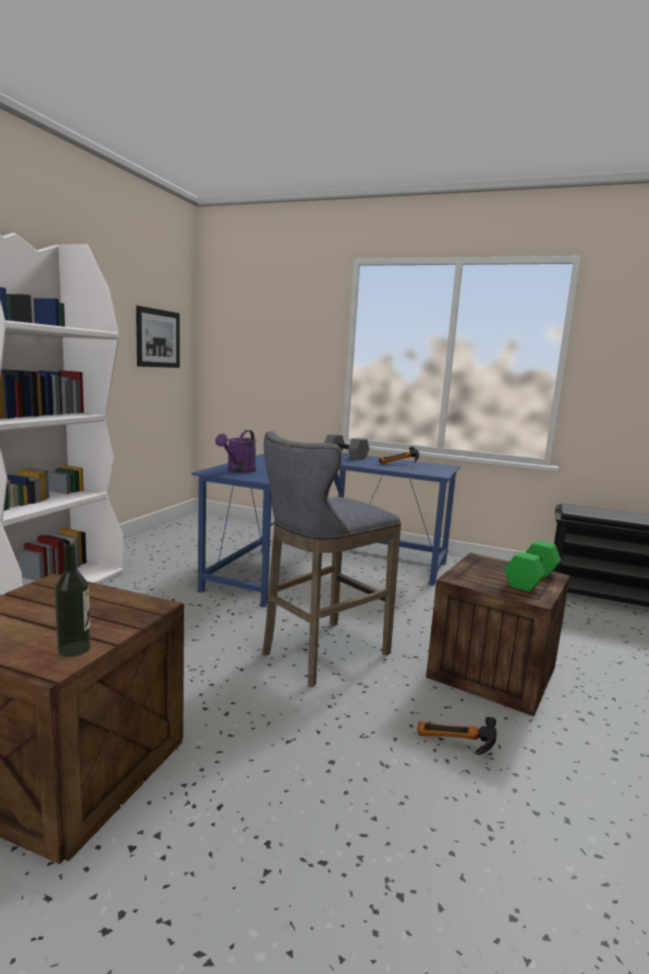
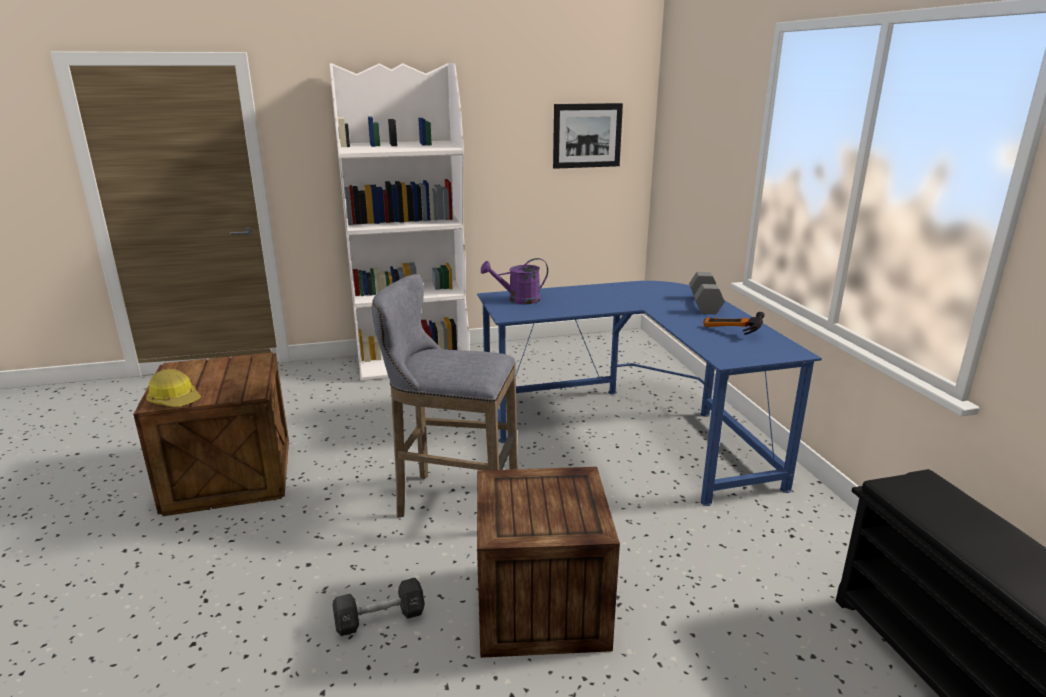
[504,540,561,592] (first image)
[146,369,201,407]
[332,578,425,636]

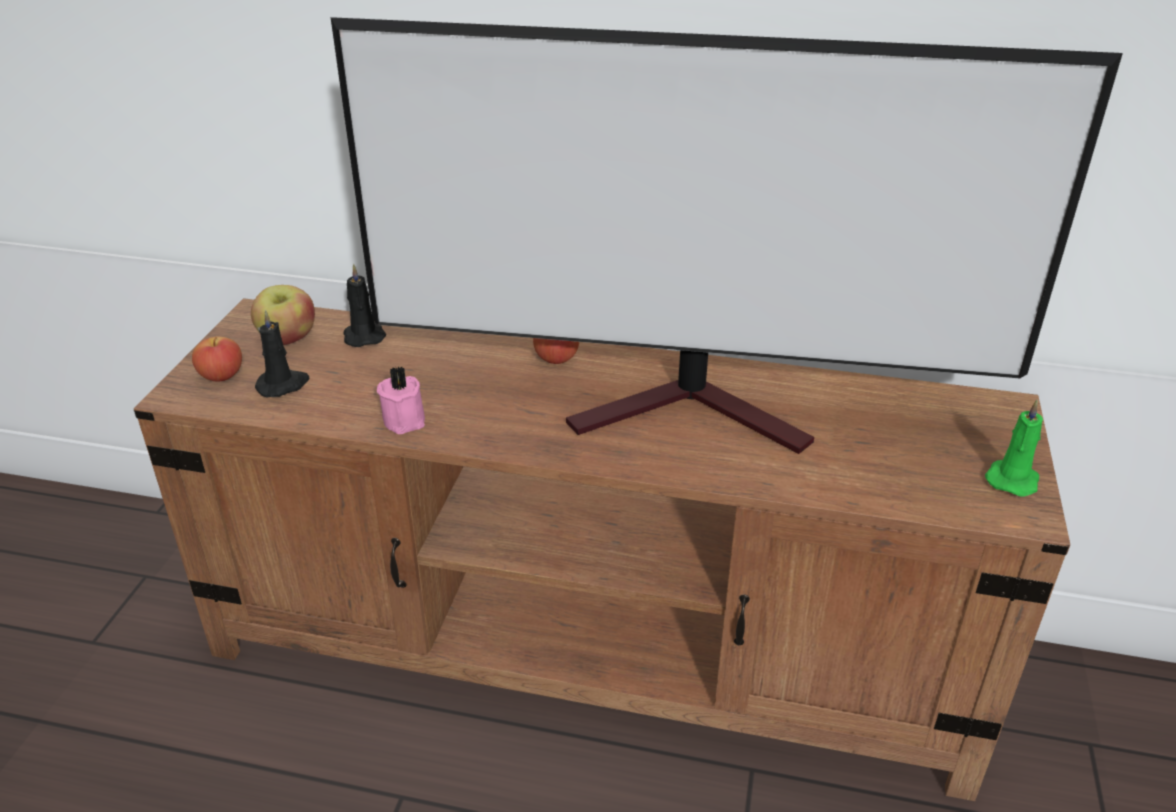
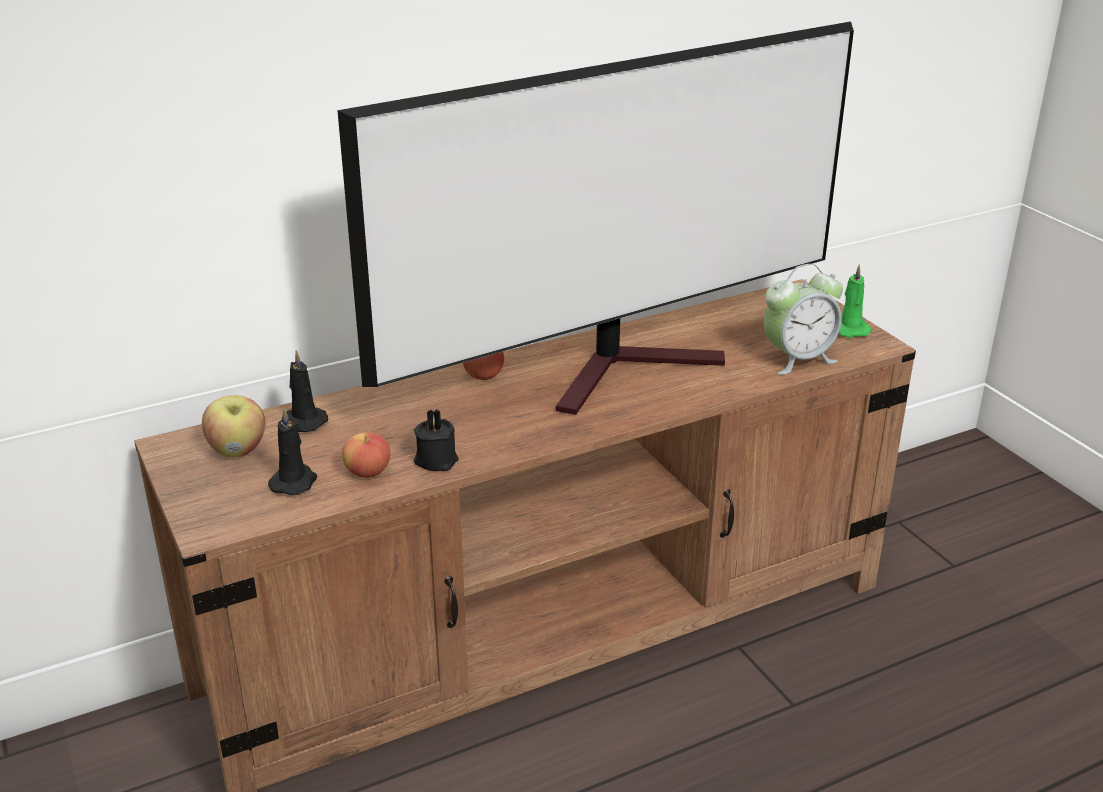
[342,431,390,478]
[414,409,459,471]
[764,264,843,375]

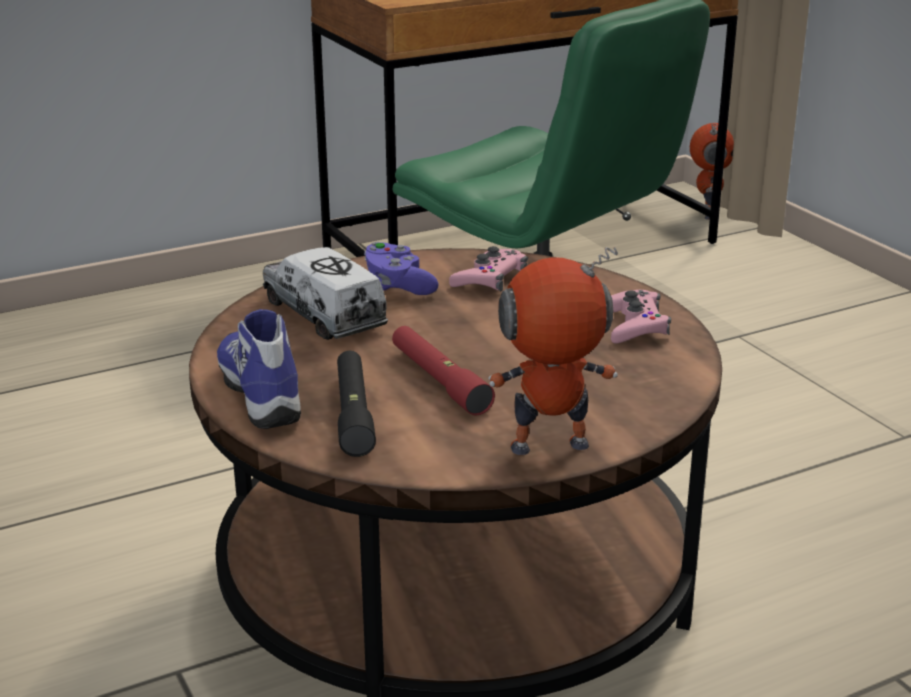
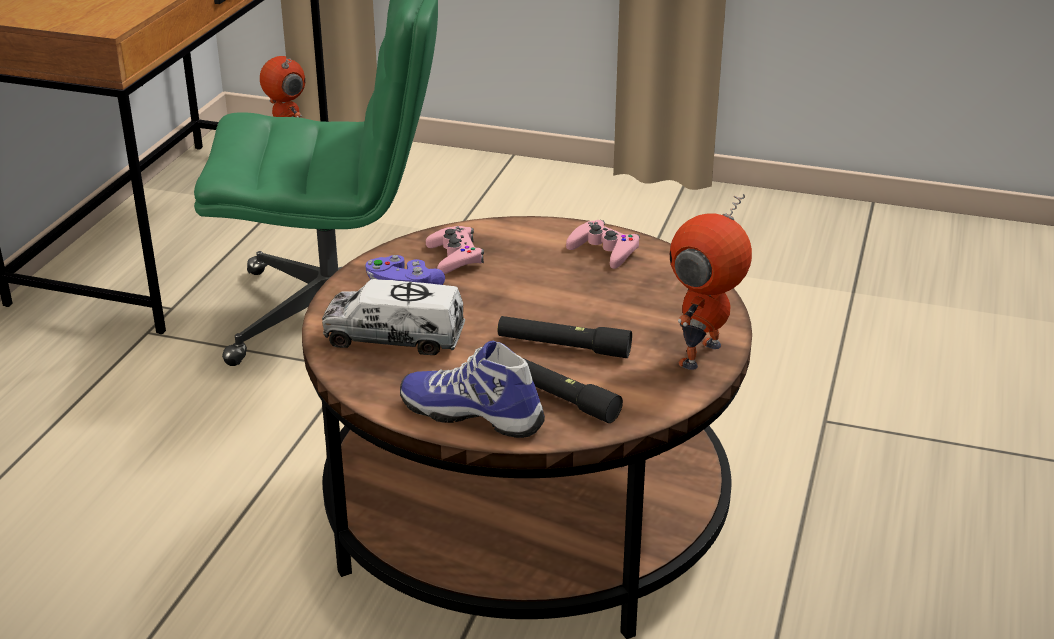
[498,316,632,358]

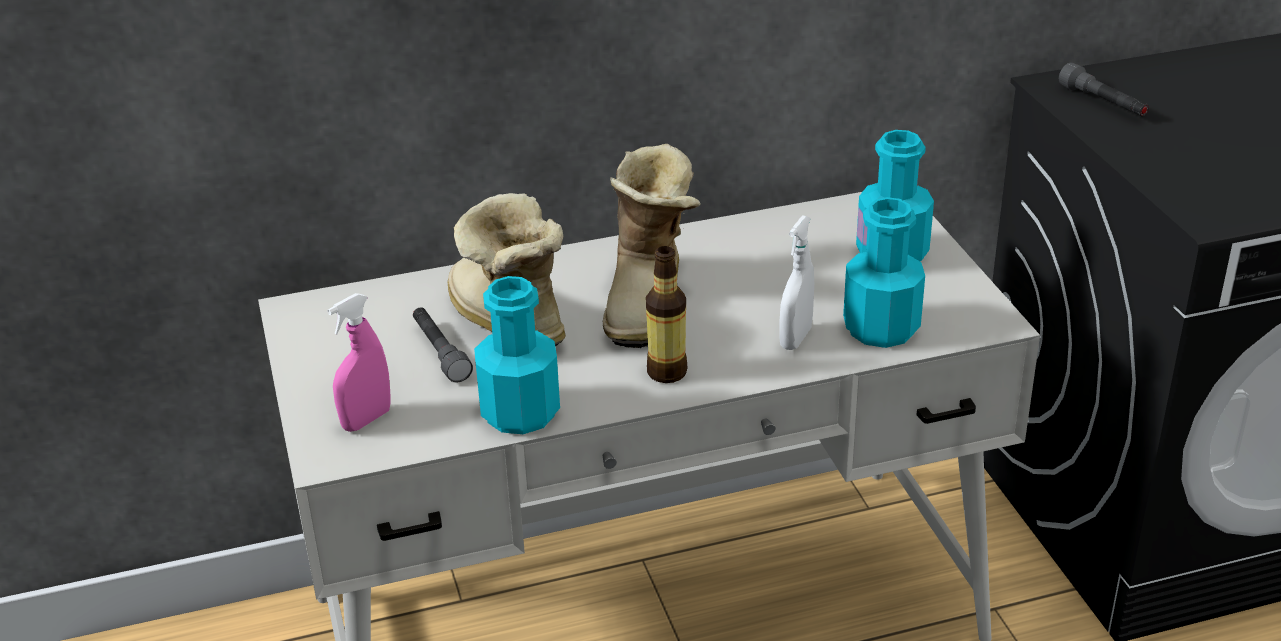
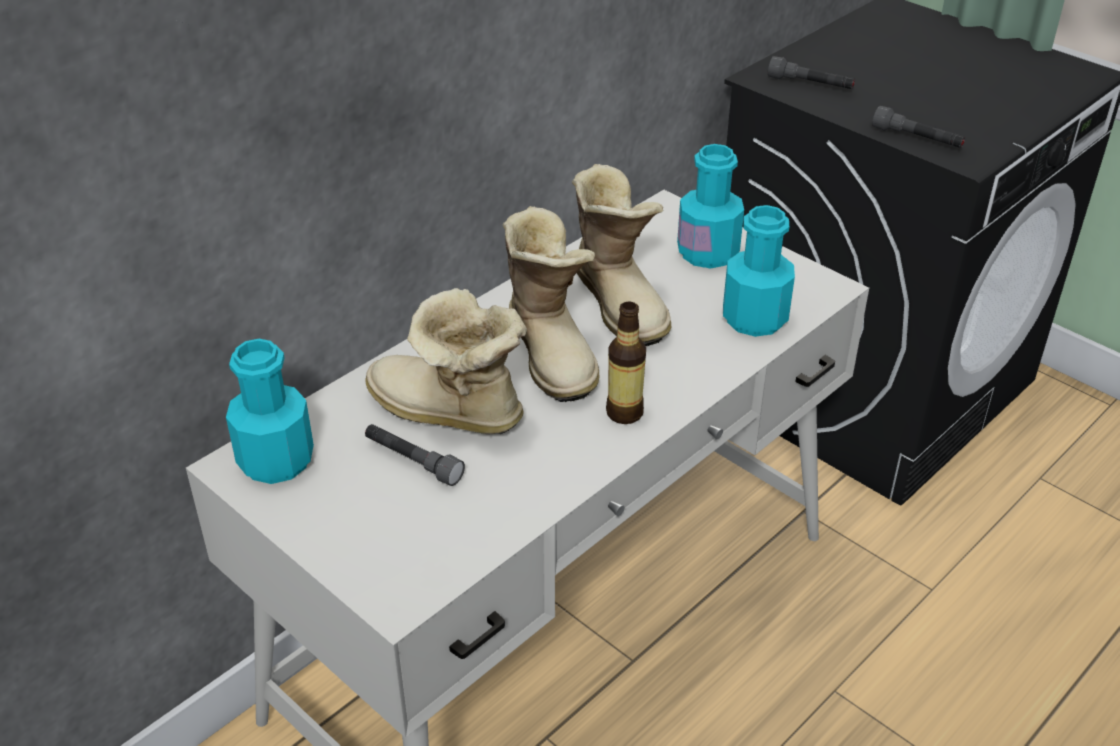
[780,215,814,350] (first image)
[226,339,314,484]
[327,293,391,432] (first image)
[872,106,965,148]
[572,164,671,346]

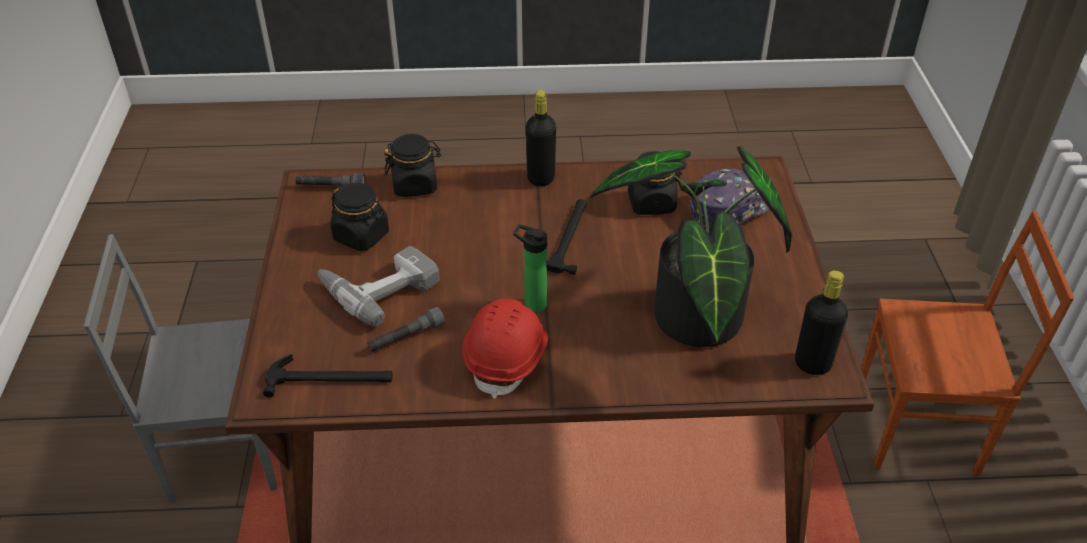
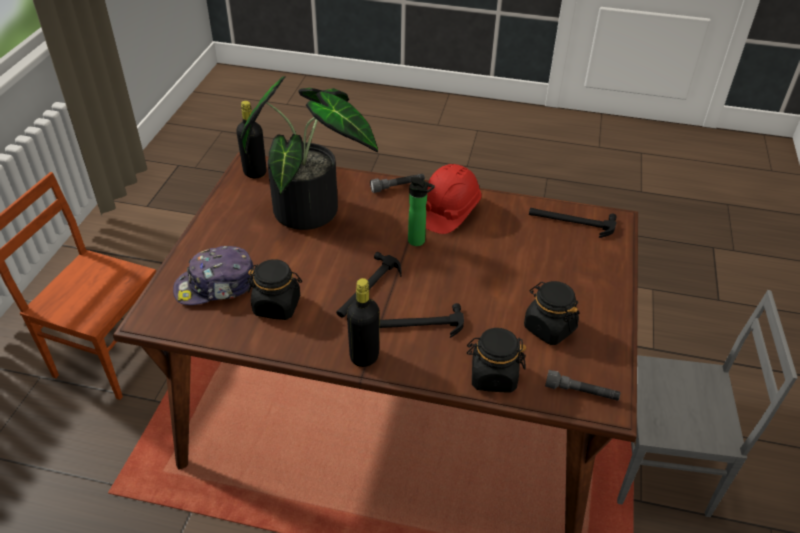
[318,246,440,327] (first image)
[370,174,425,193]
[379,303,464,338]

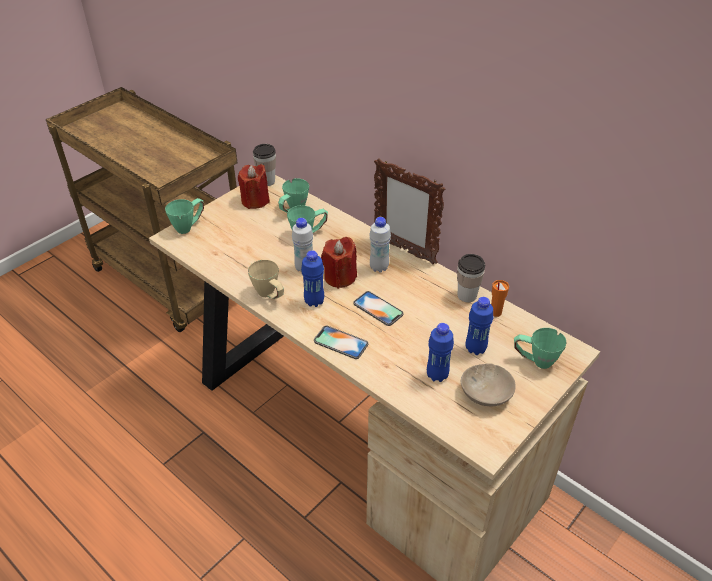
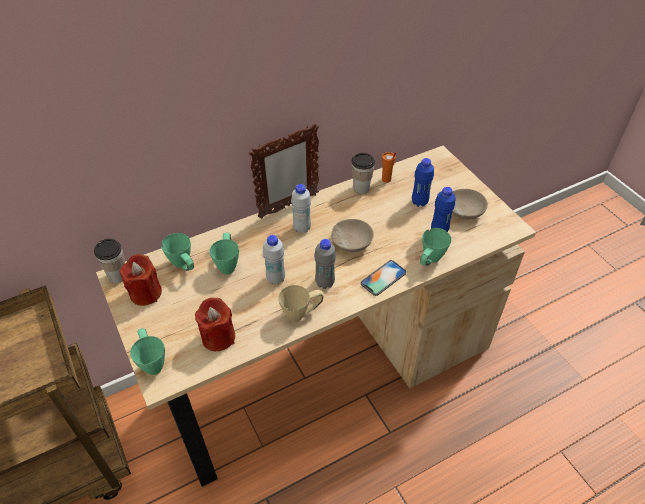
[195,298,235,351]
[314,239,336,289]
[331,219,374,252]
[420,228,451,266]

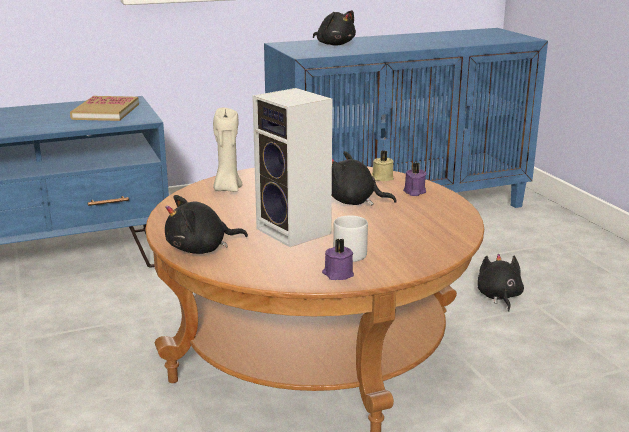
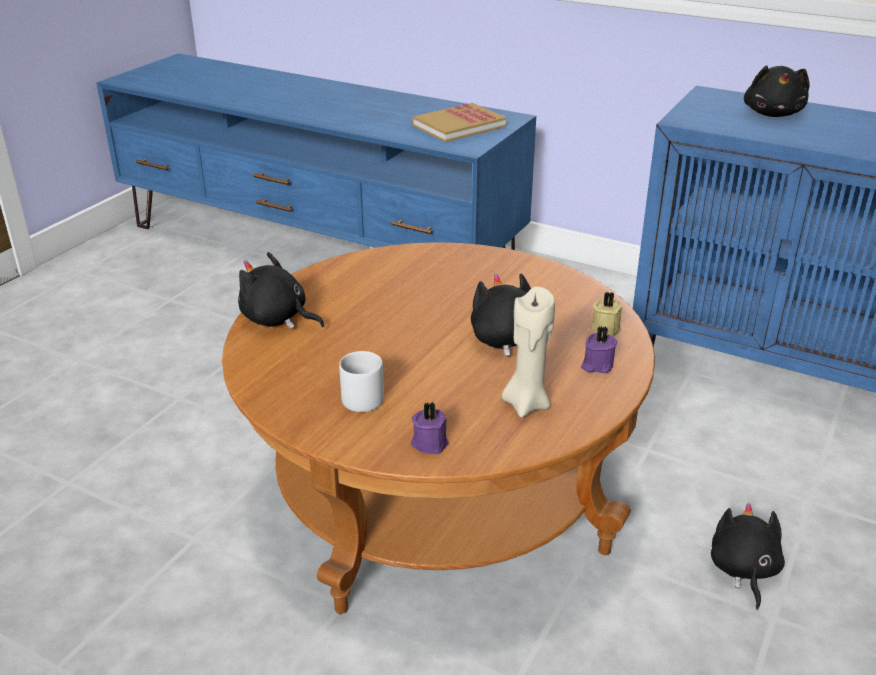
[252,88,332,247] (first image)
[502,287,555,418]
[411,402,449,454]
[711,503,785,610]

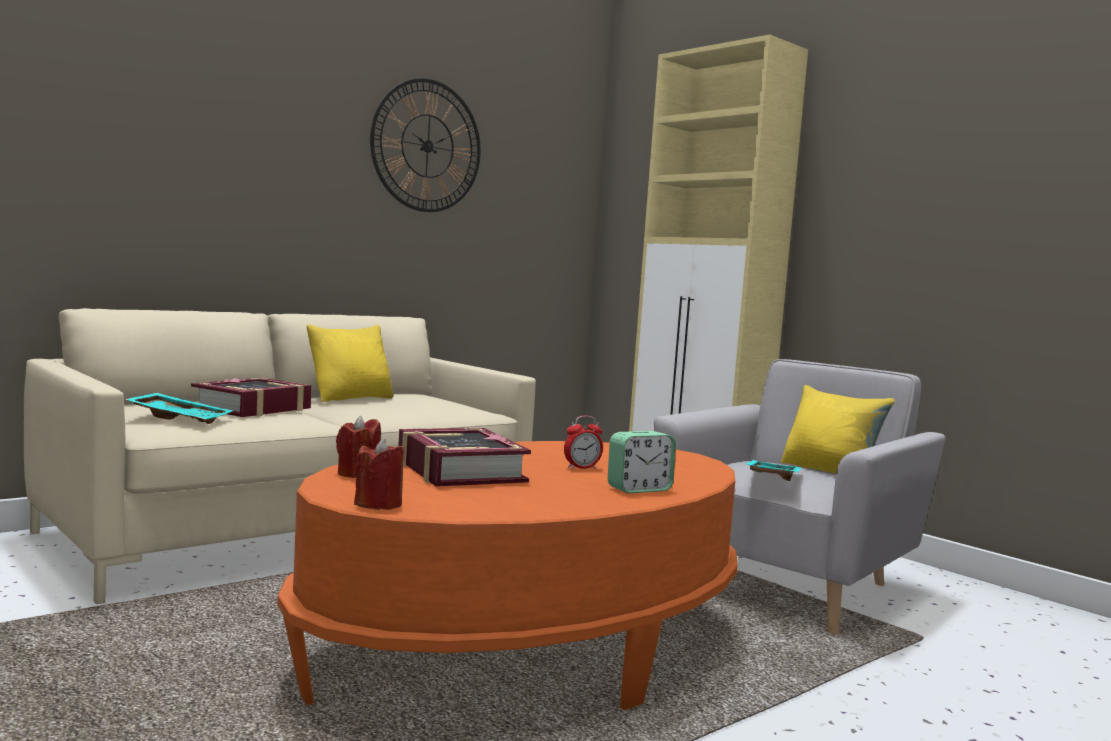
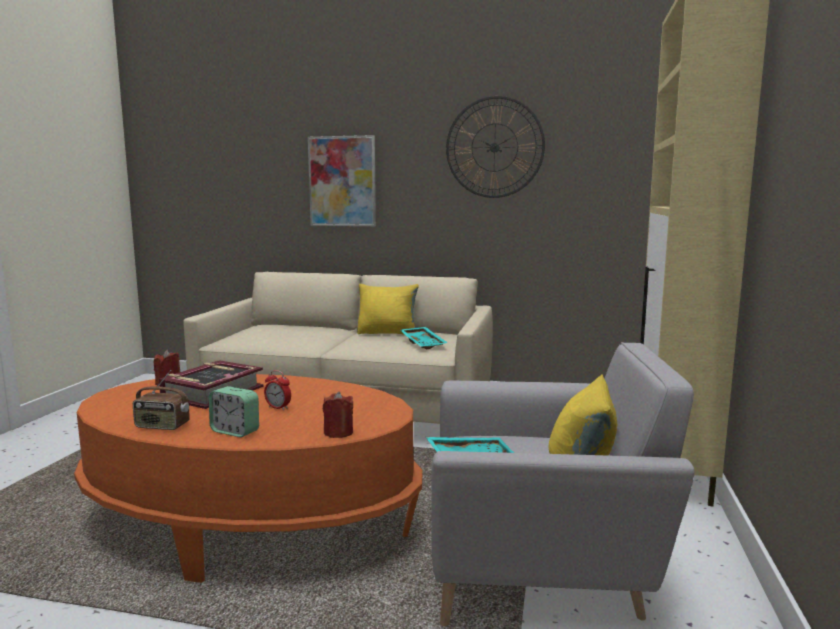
[191,377,312,417] (first image)
[400,327,448,349]
[323,391,353,438]
[308,135,376,226]
[133,370,190,430]

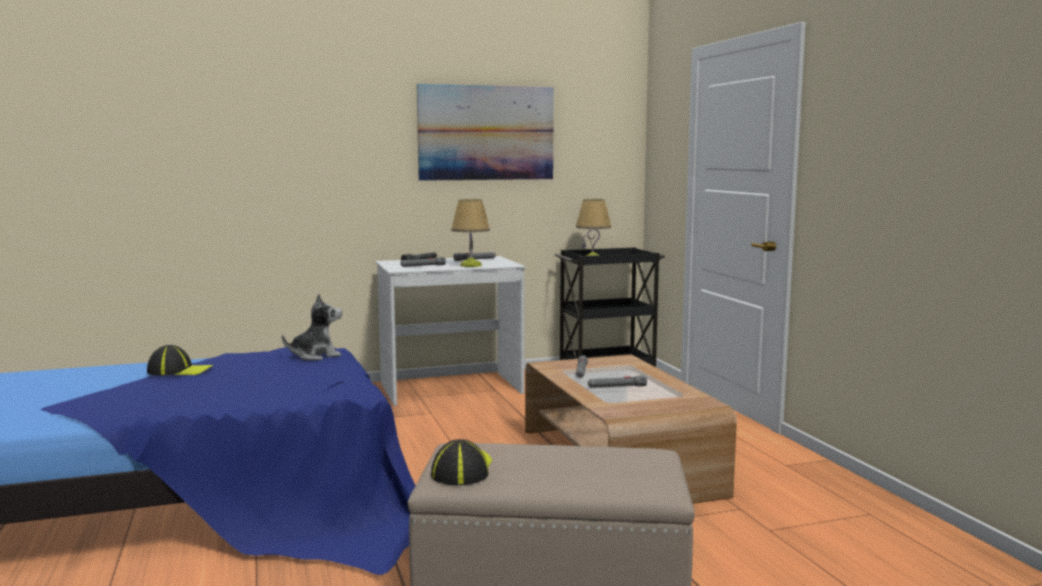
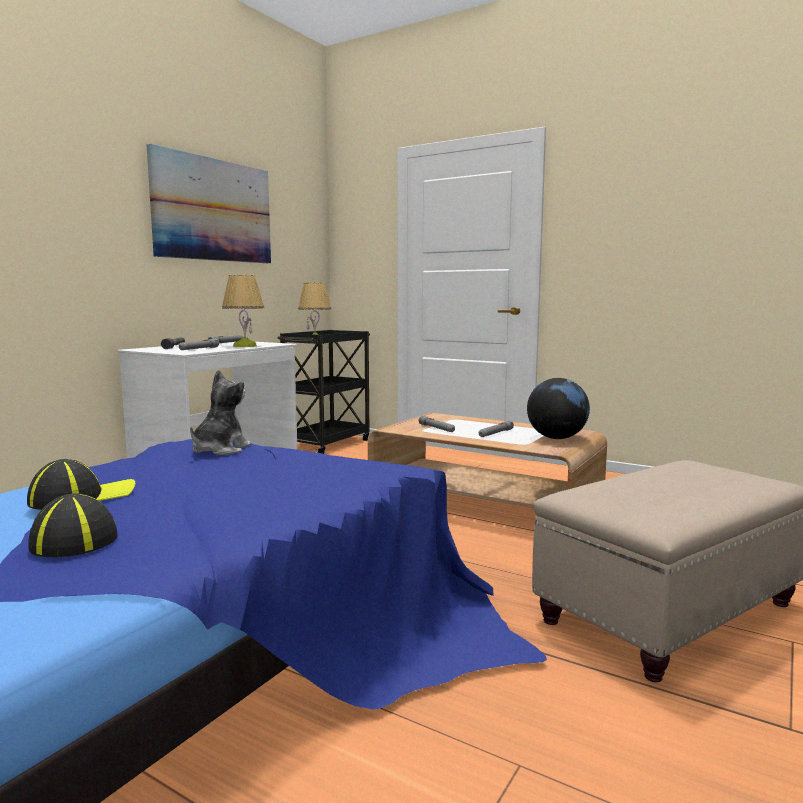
[29,493,118,557]
[527,378,590,439]

